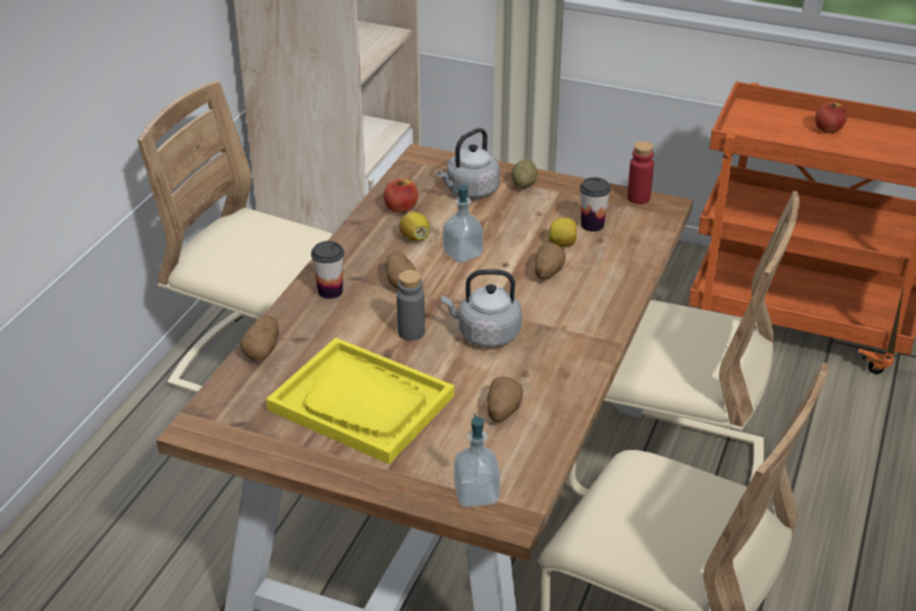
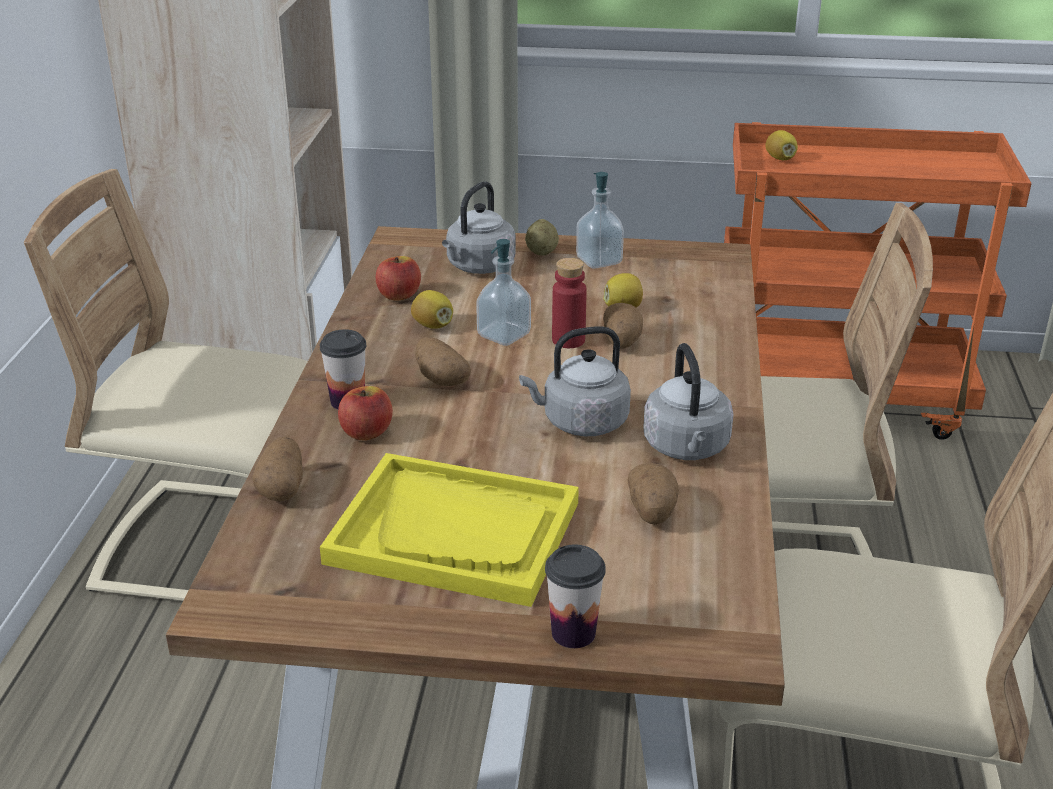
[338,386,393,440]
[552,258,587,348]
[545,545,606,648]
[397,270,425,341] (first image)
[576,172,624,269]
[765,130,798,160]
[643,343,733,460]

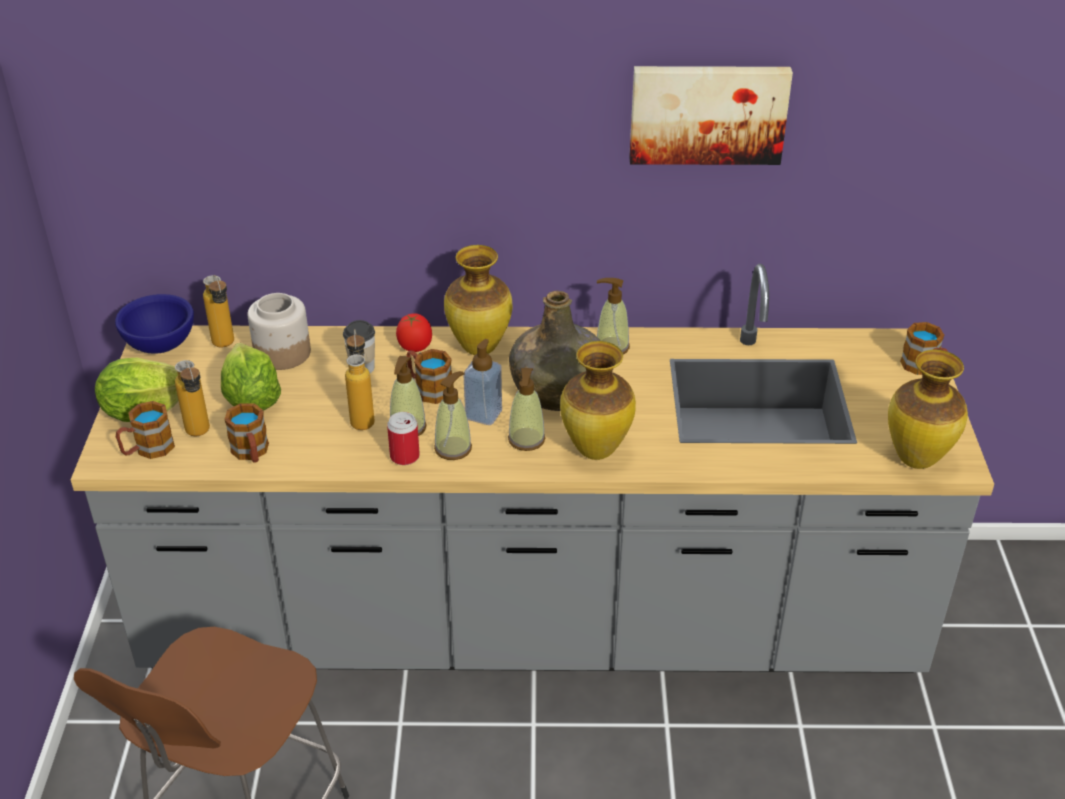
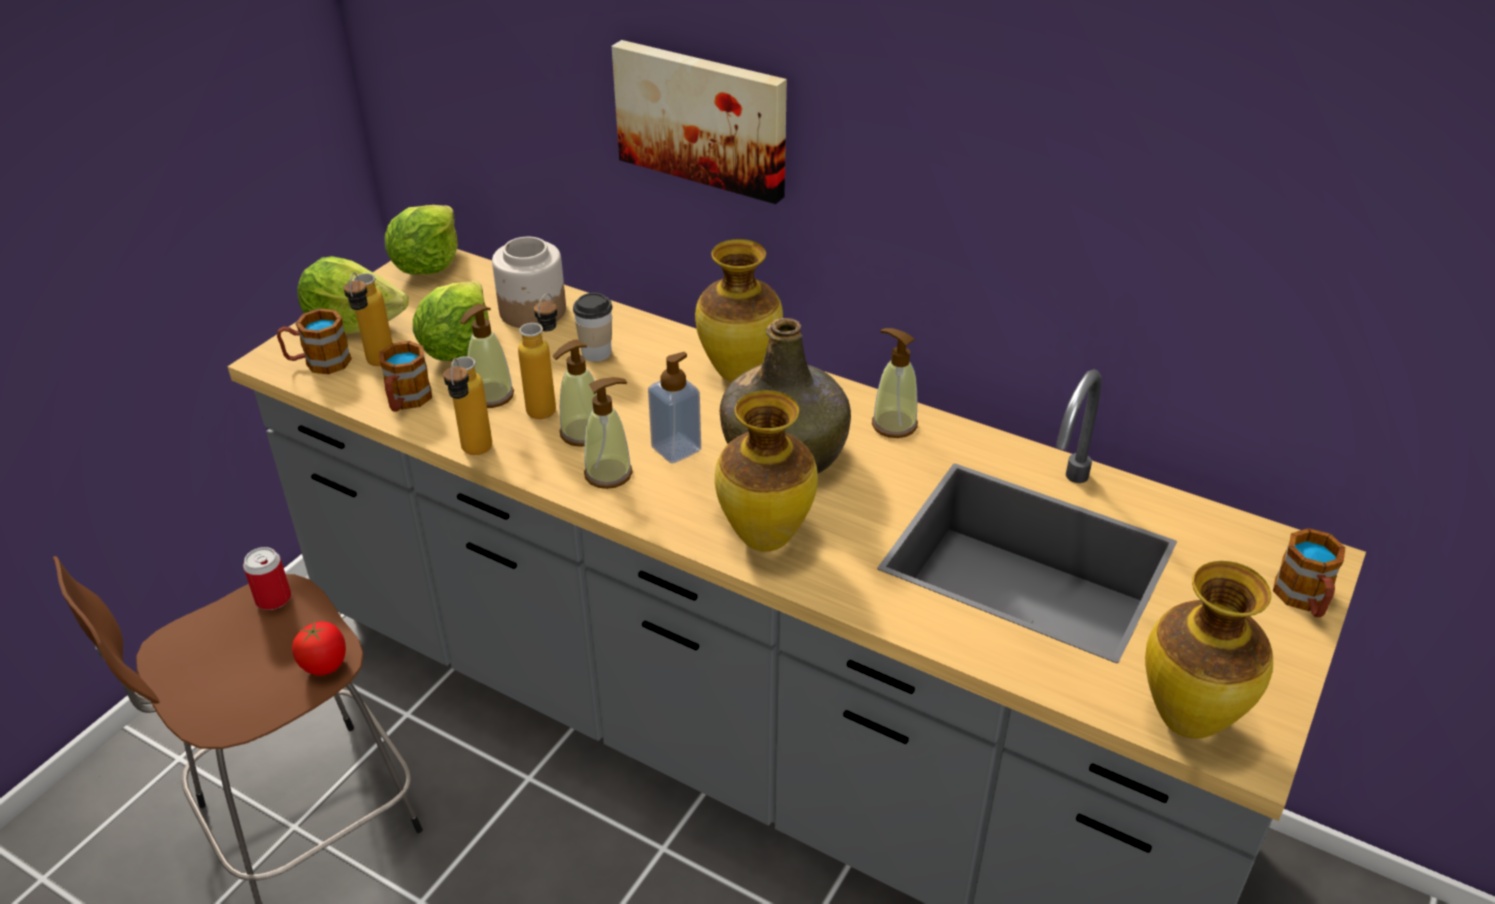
[612,40,787,204]
[443,357,492,455]
[385,205,458,274]
[292,621,346,676]
[406,349,452,404] (first image)
[460,304,514,408]
[243,547,291,610]

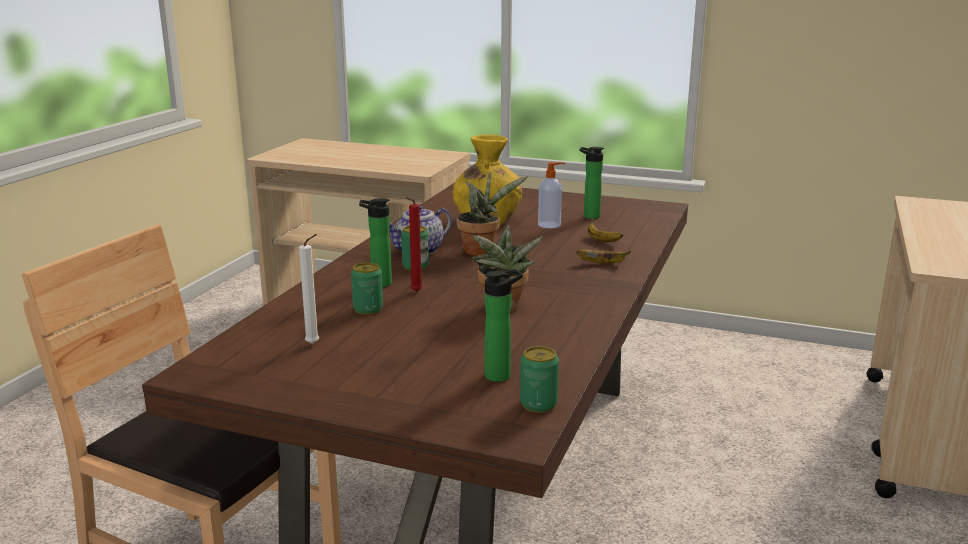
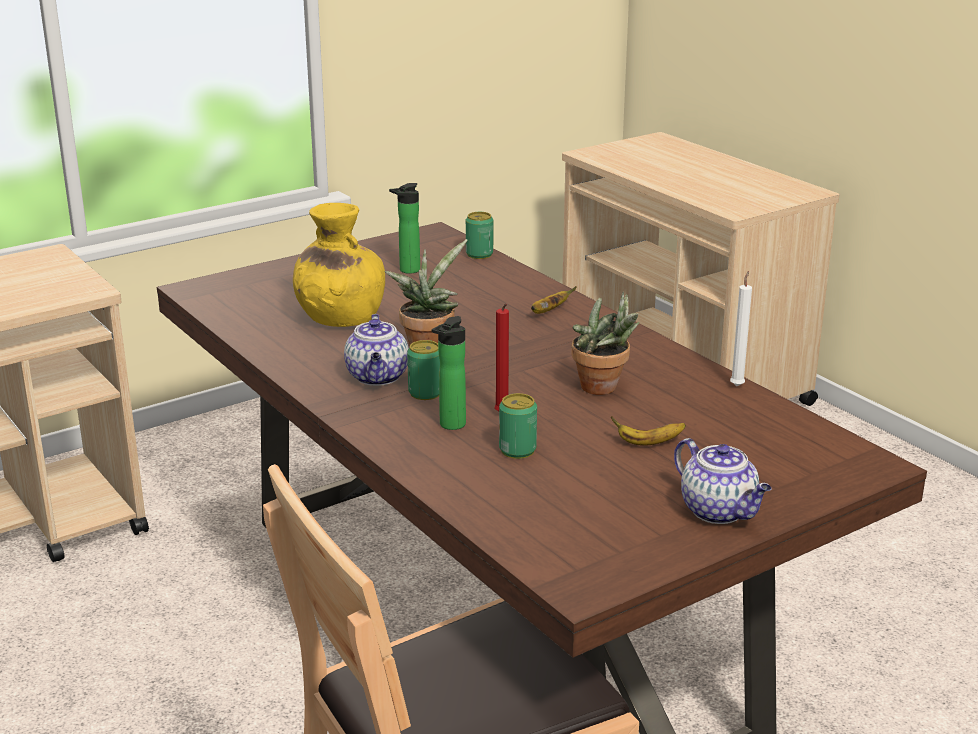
[538,162,565,228] (first image)
[611,417,686,446]
[730,271,752,386]
[485,269,523,382] (first image)
[466,212,493,259]
[674,438,772,524]

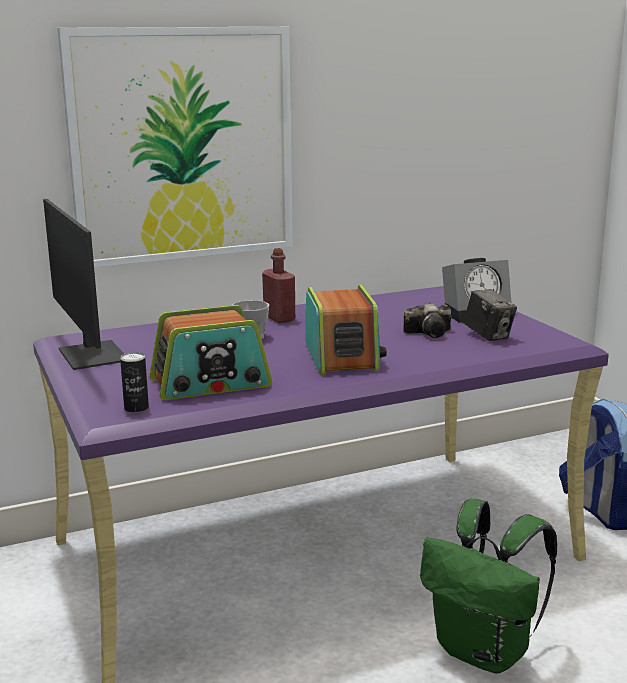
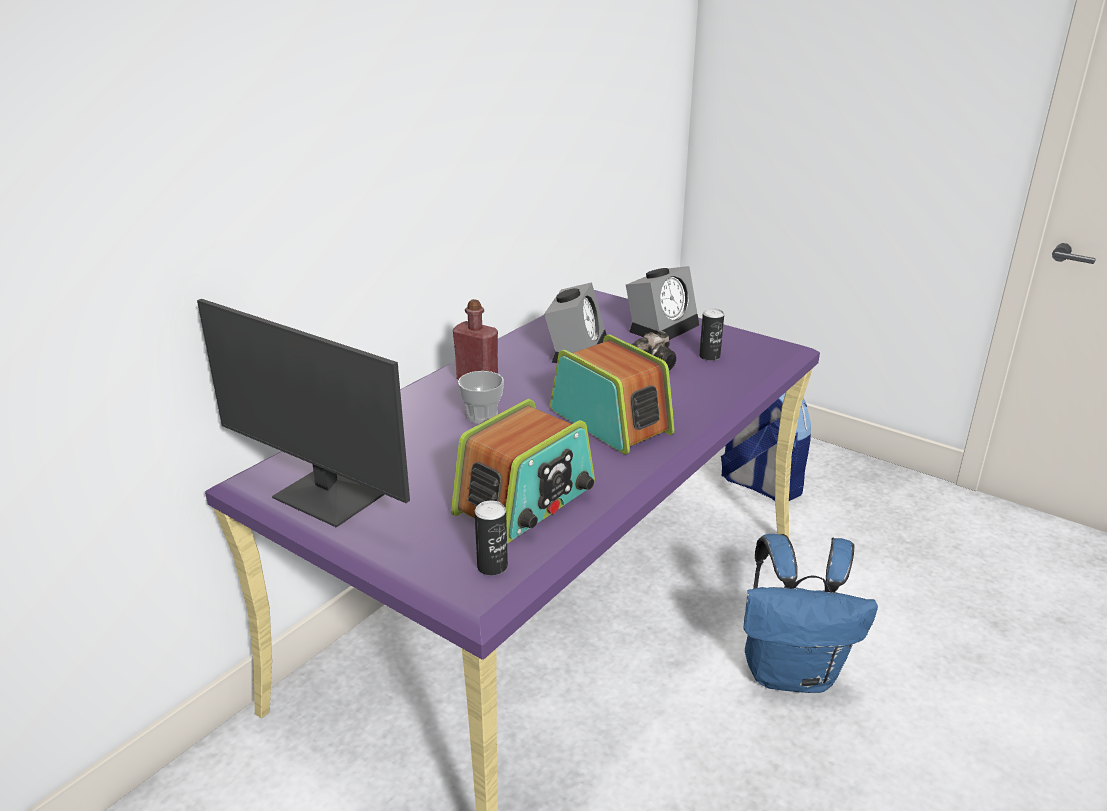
[58,27,293,267] (first image)
[699,308,724,361]
[744,534,878,693]
[544,282,607,363]

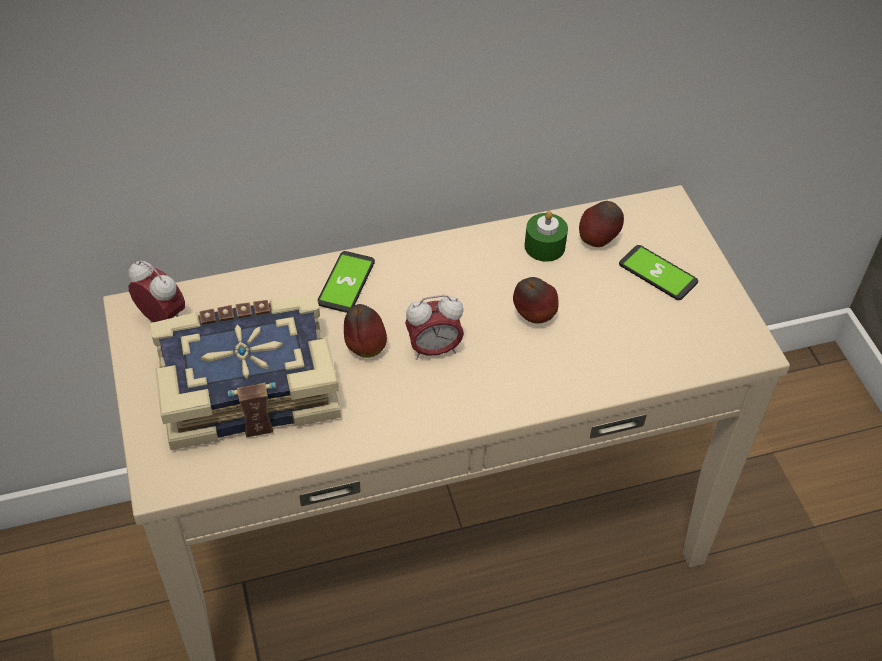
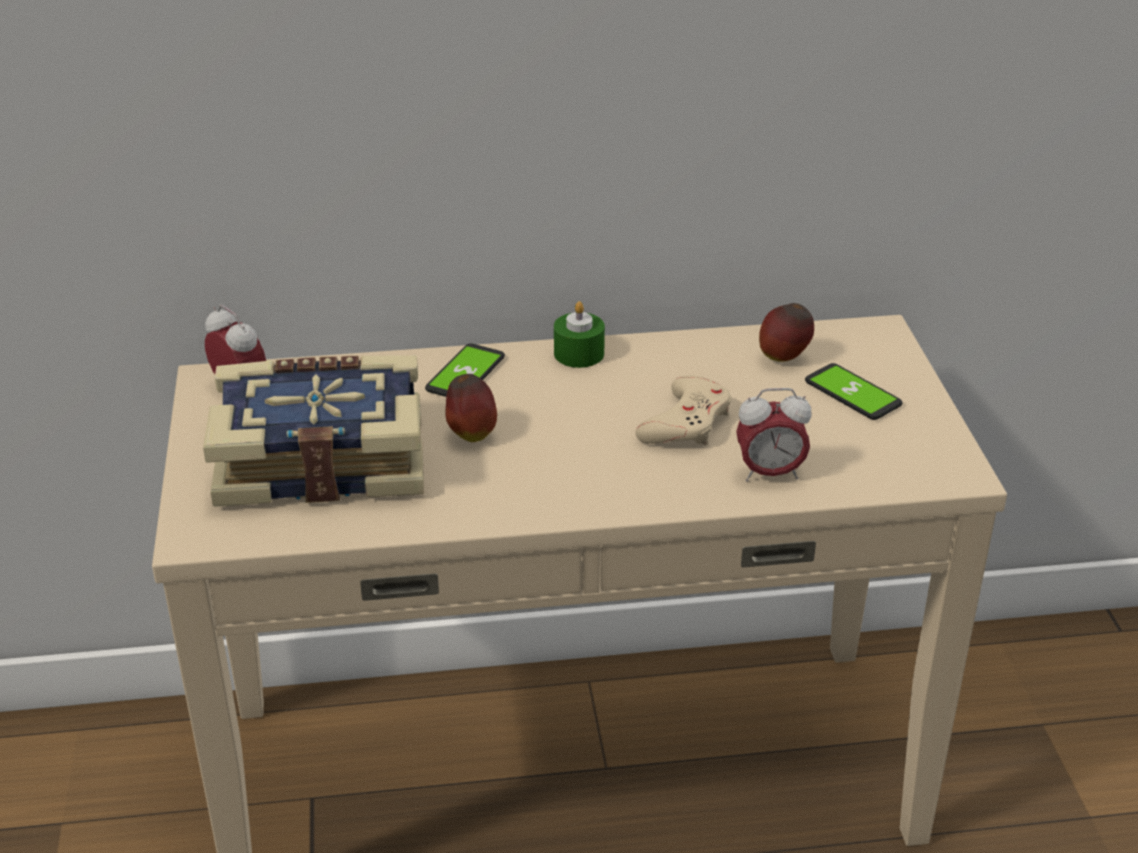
[554,301,605,368]
[636,375,731,445]
[736,388,812,482]

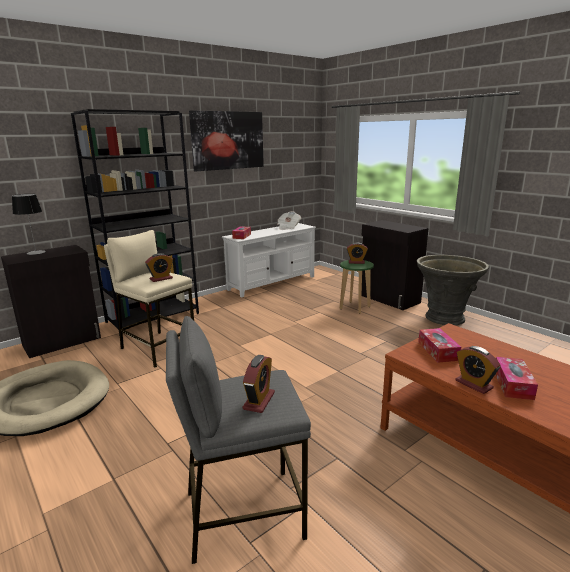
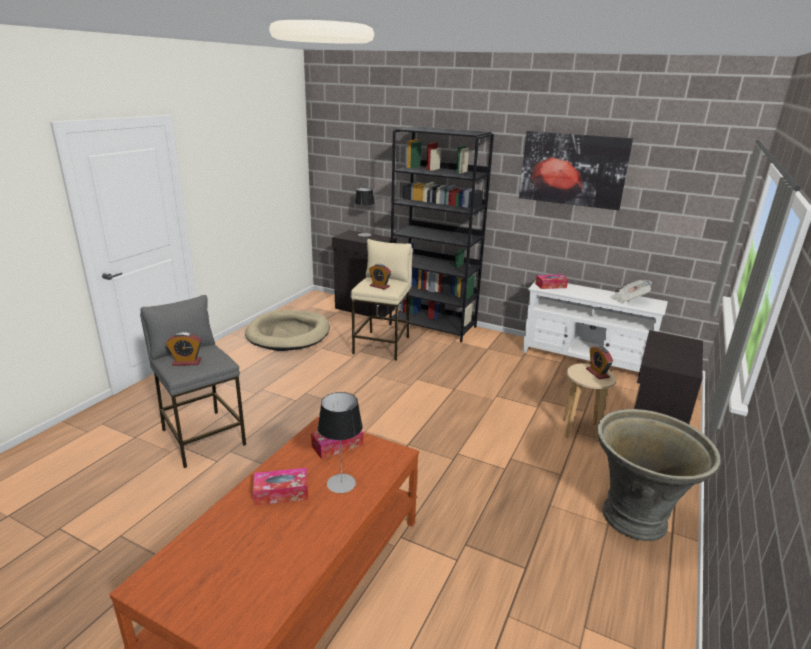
[563,363,616,442]
[455,346,501,394] (first image)
[318,392,363,493]

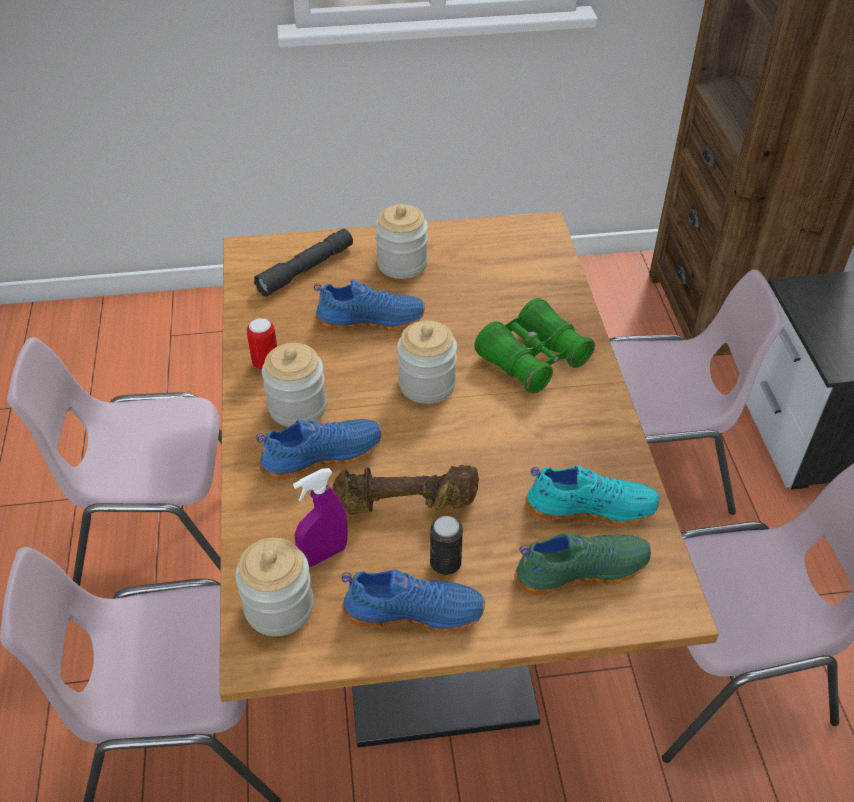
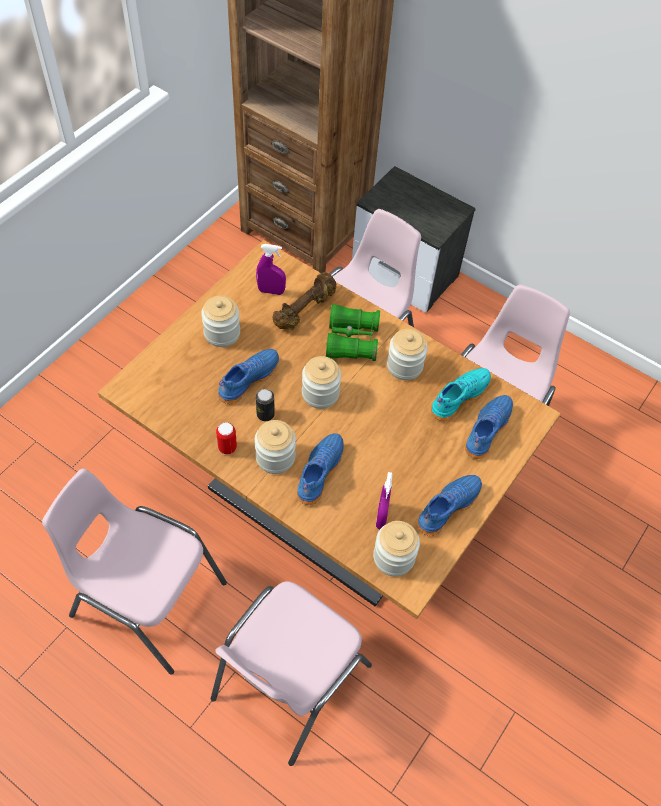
[254,229,353,297] (first image)
[42,468,227,675]
[273,272,337,330]
[256,389,275,421]
[465,395,513,459]
[256,244,286,295]
[387,329,428,380]

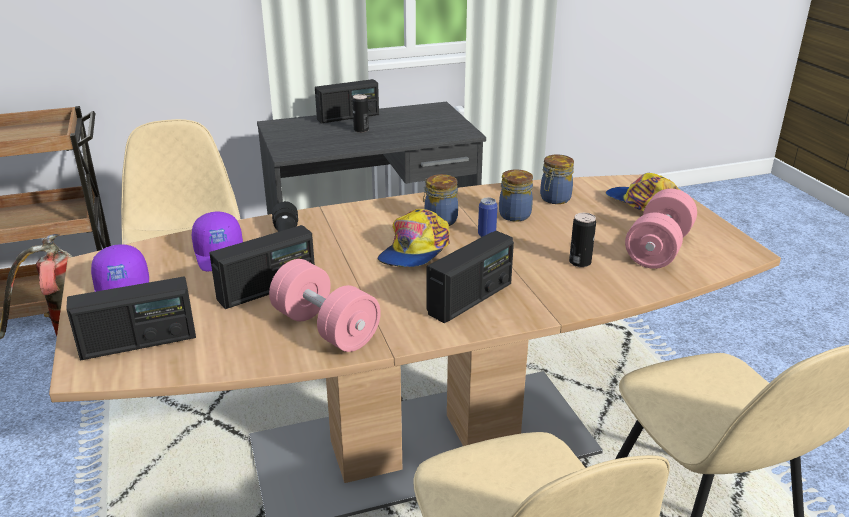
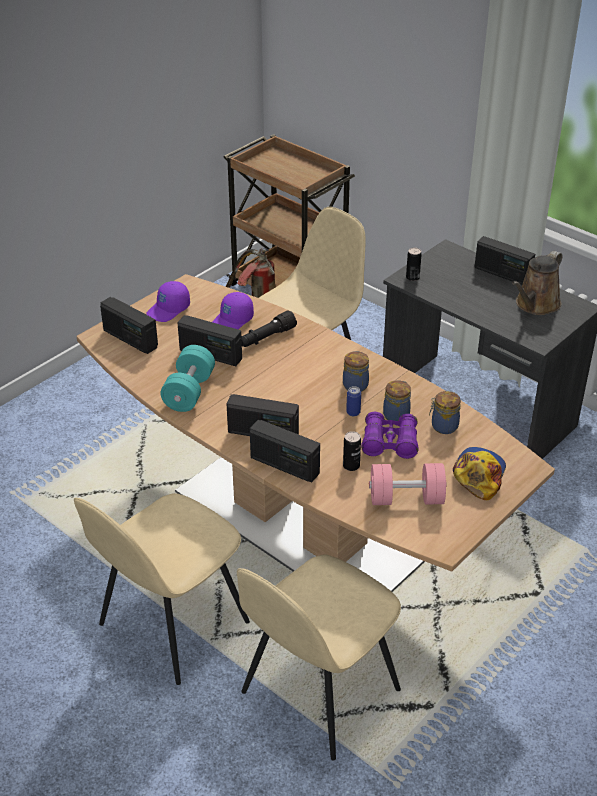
[406,248,422,281]
[378,209,450,267] (first image)
[160,345,215,412]
[512,251,563,315]
[361,412,419,459]
[250,420,320,482]

